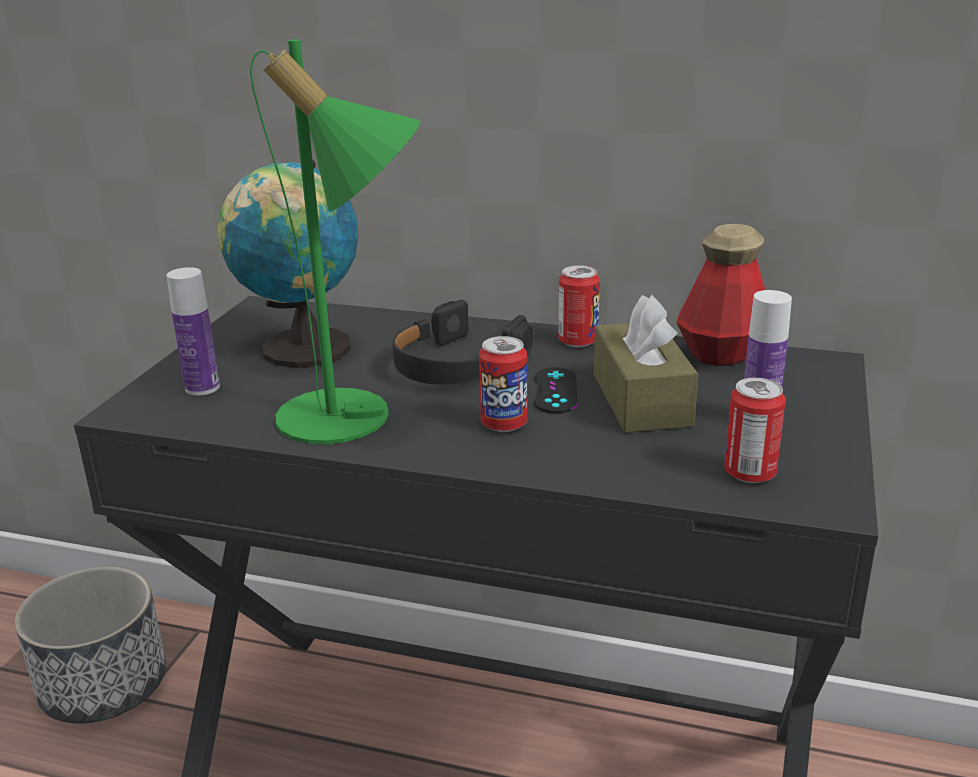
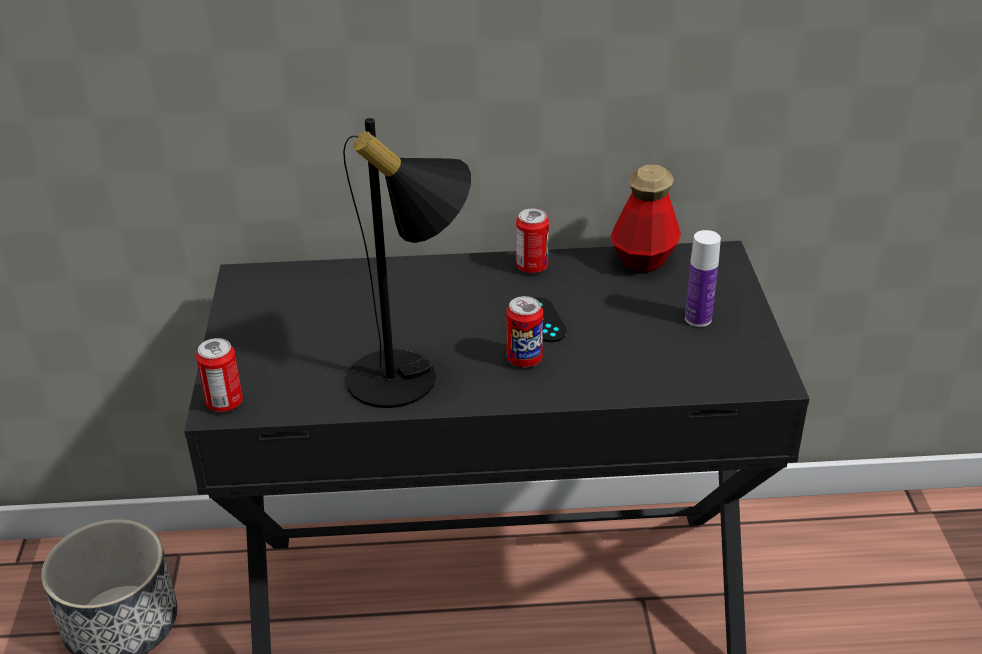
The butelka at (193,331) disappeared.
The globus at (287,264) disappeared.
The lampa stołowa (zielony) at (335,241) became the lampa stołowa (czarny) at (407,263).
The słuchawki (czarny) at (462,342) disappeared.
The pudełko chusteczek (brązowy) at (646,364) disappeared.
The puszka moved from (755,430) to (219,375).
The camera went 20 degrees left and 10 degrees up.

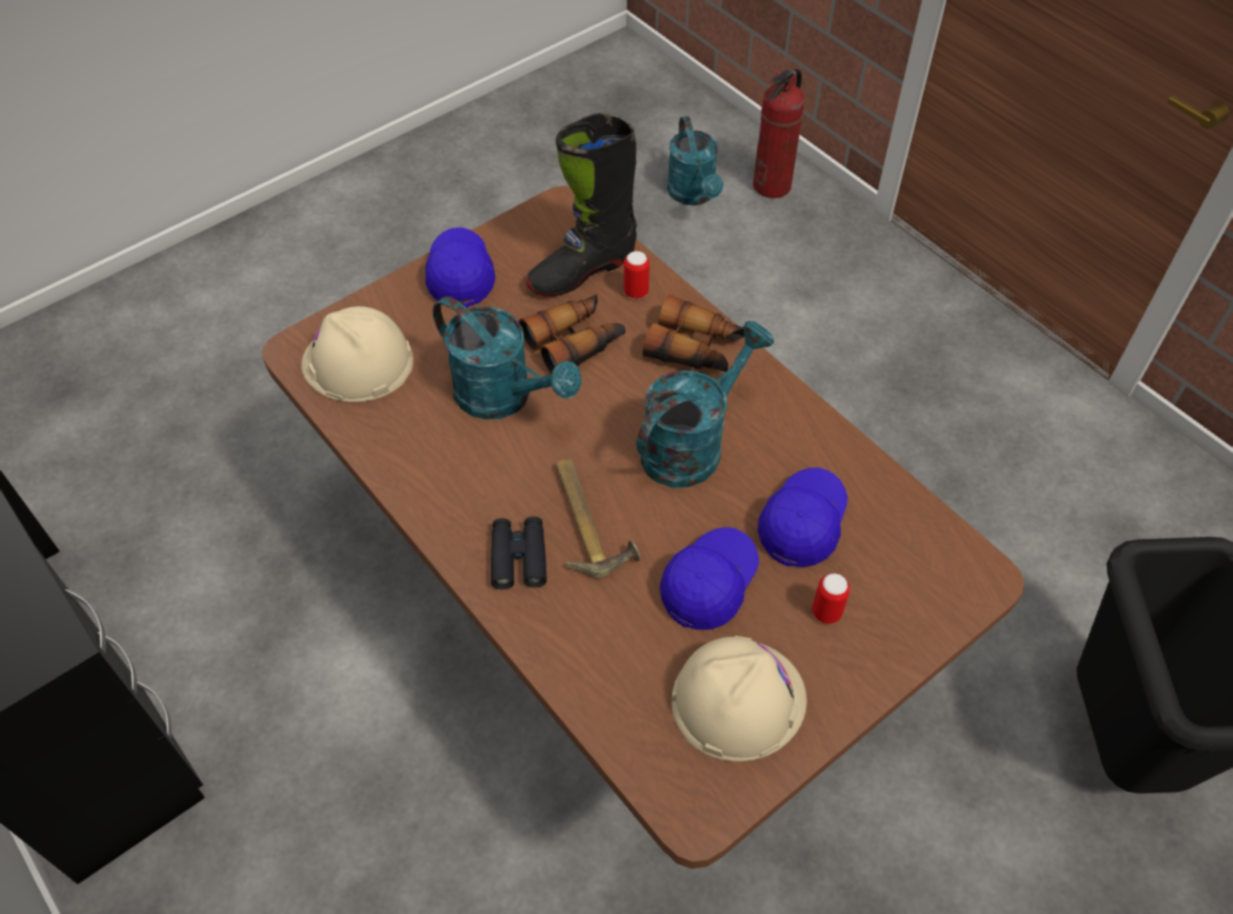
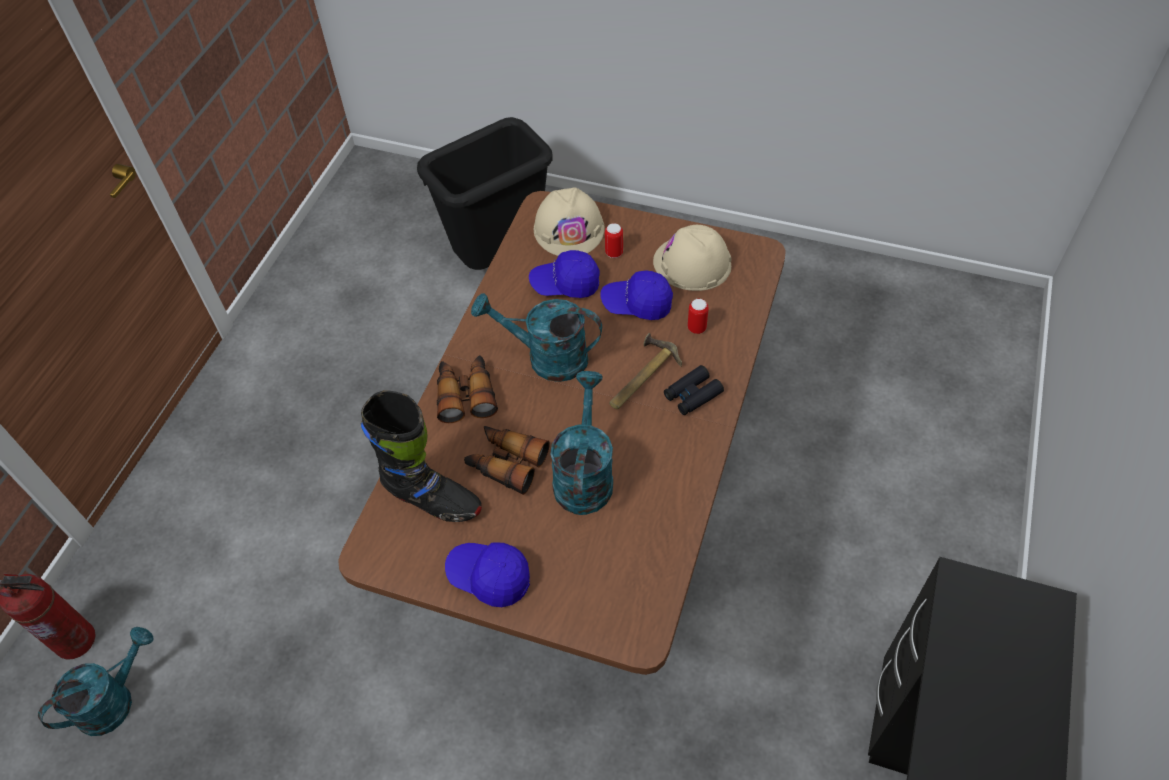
The kask (beżowy) moved from (357,354) to (569,221).
The czapka z daszkiem (niebieski) at (460,267) turned 60 degrees clockwise.
The puszka moved from (637,275) to (698,316).
The camera went 120 degrees left and 0 degrees up.

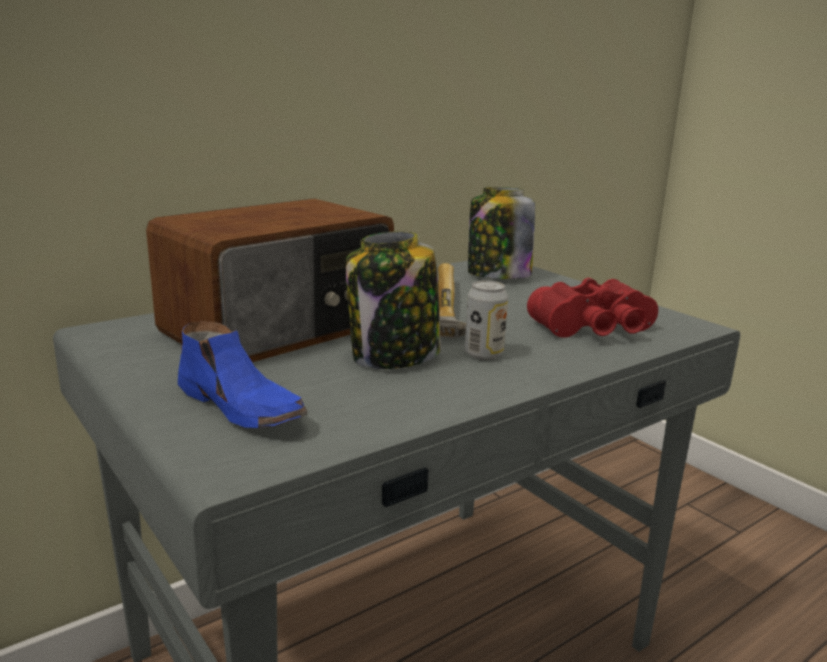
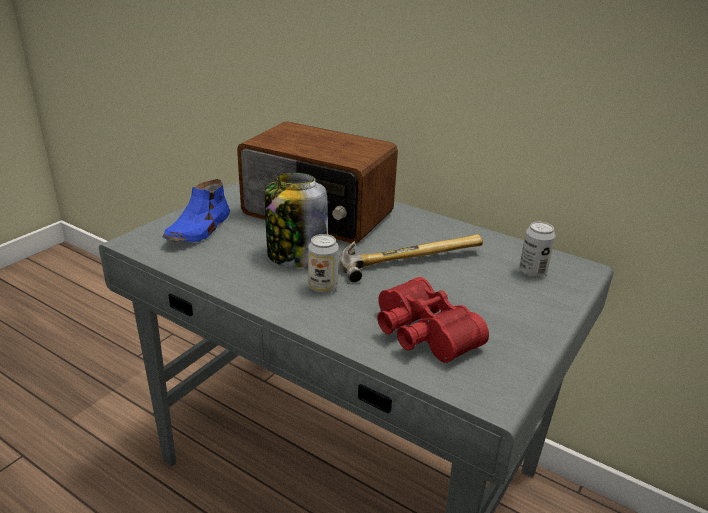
The słoik at (501,233) was replaced by the puszka at (537,250).
The camera went 70 degrees right and 10 degrees up.

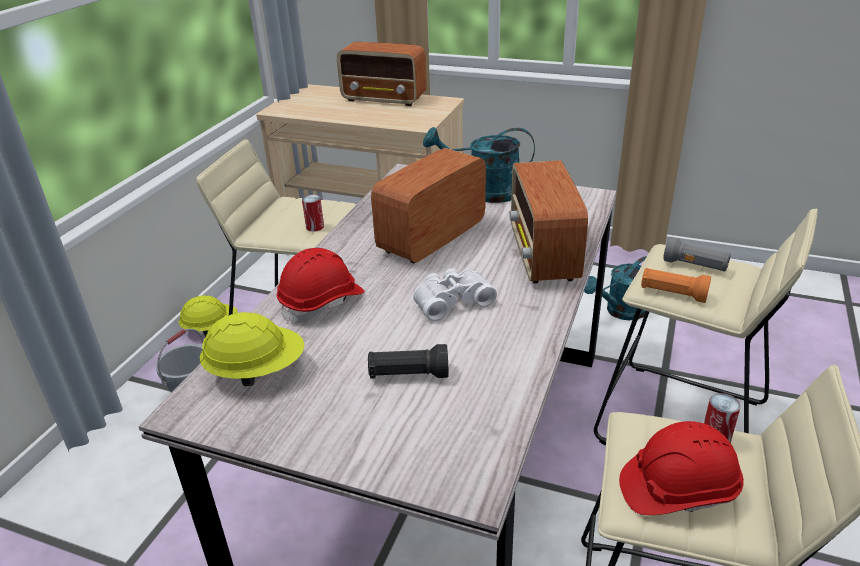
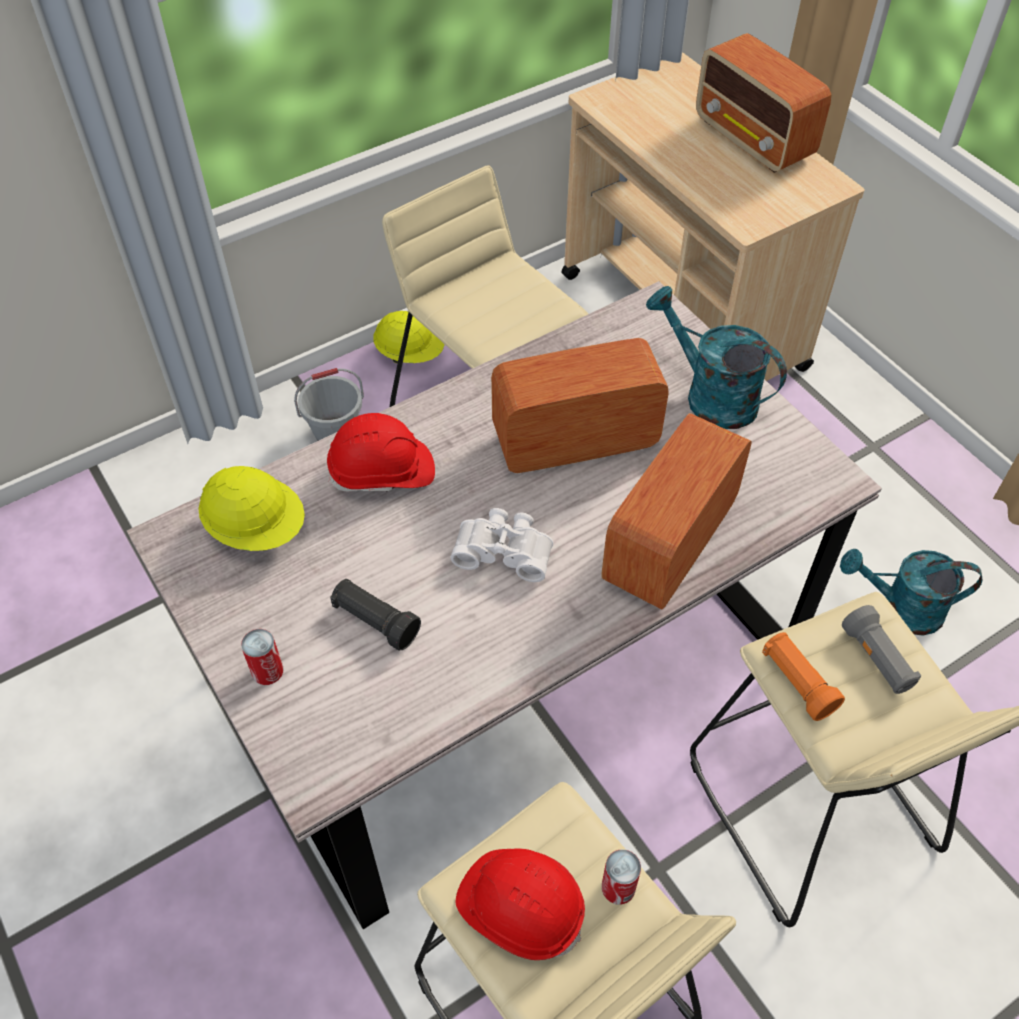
The puszka moved from (313,213) to (262,657).
The camera went 35 degrees right and 20 degrees up.

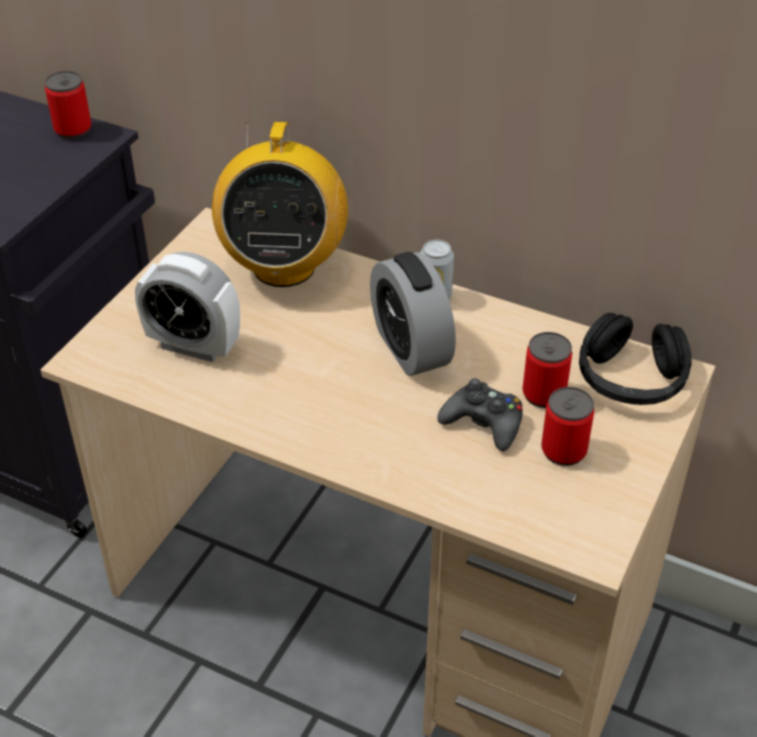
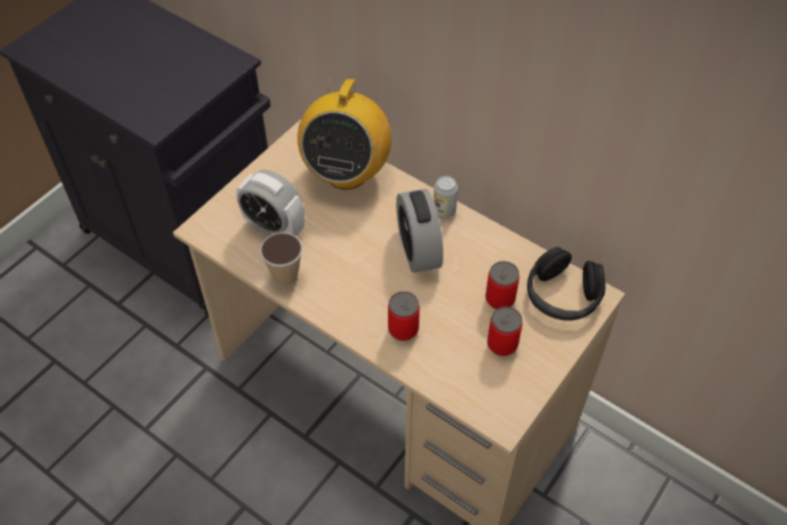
The puszka moved from (68,105) to (404,316).
The pad do gier (czarny) at (480,414) disappeared.
The filiżanka at (281,259) appeared.
The camera went 10 degrees right and 10 degrees up.

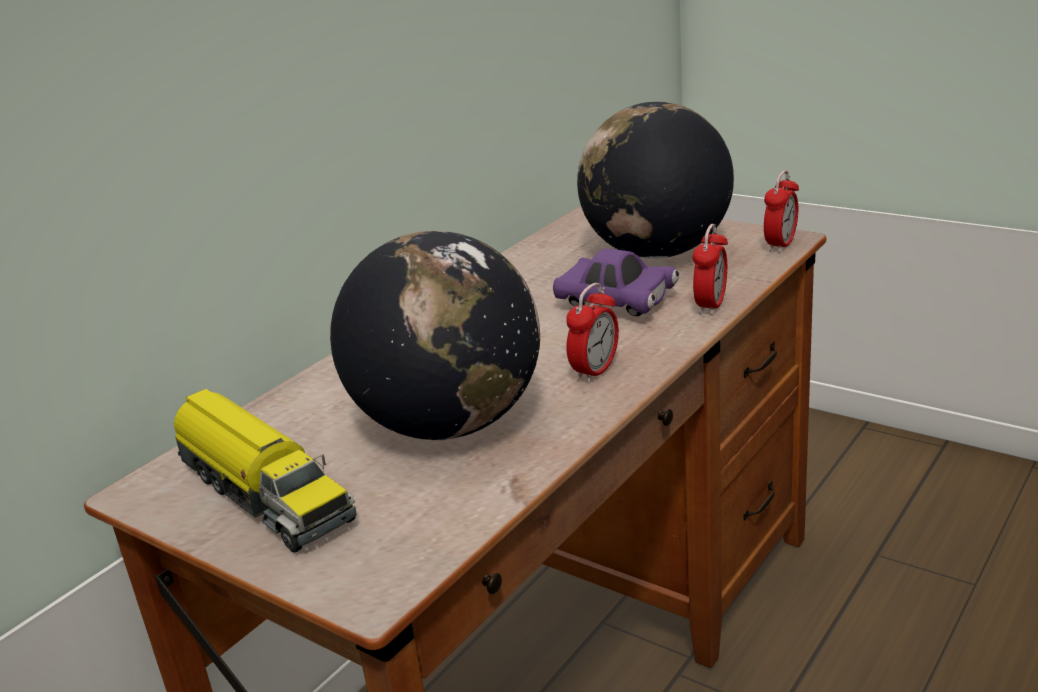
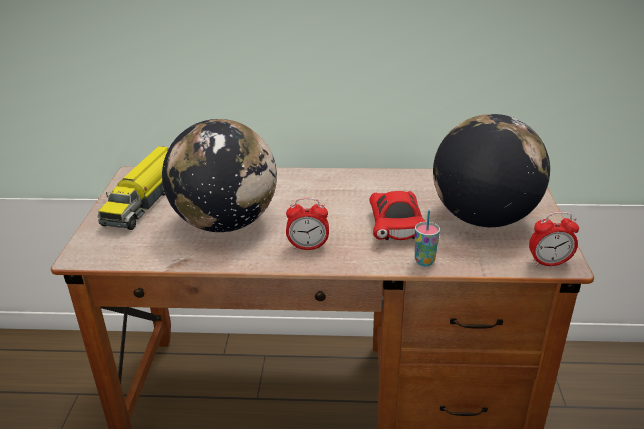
The samochodzik (fioletowy) at (616,282) became the samochodzik (czerwony) at (398,215).
The budzik at (710,269) was replaced by the filiżanka at (427,238).
The camera went 55 degrees right and 5 degrees up.

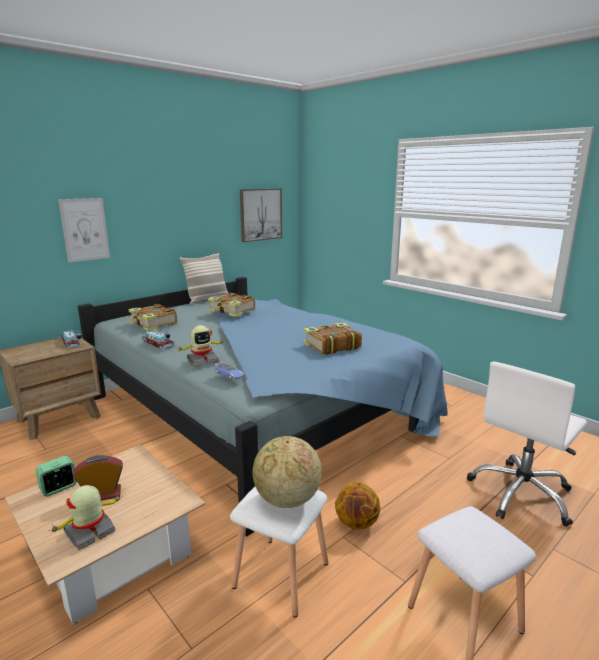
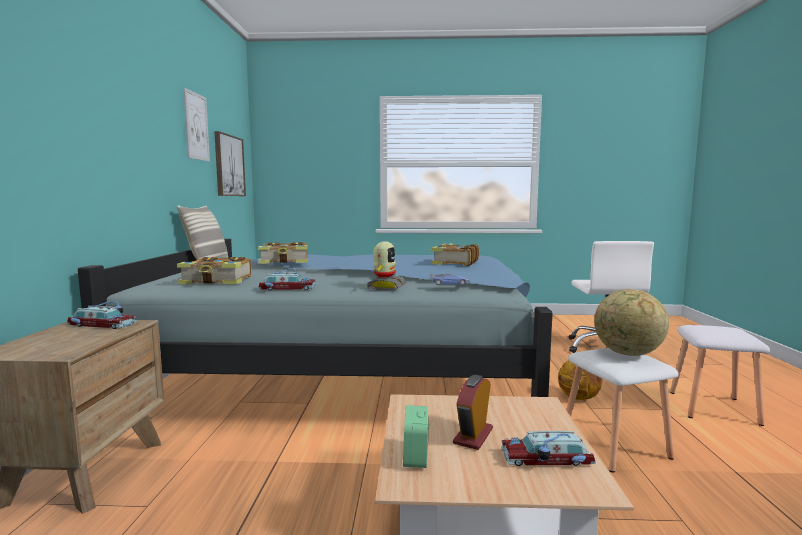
The robot zabawkowy at (85,517) was replaced by the samochodzik at (548,448).
The obraz moved from (84,230) to (196,124).
The camera went 45 degrees left and 10 degrees down.

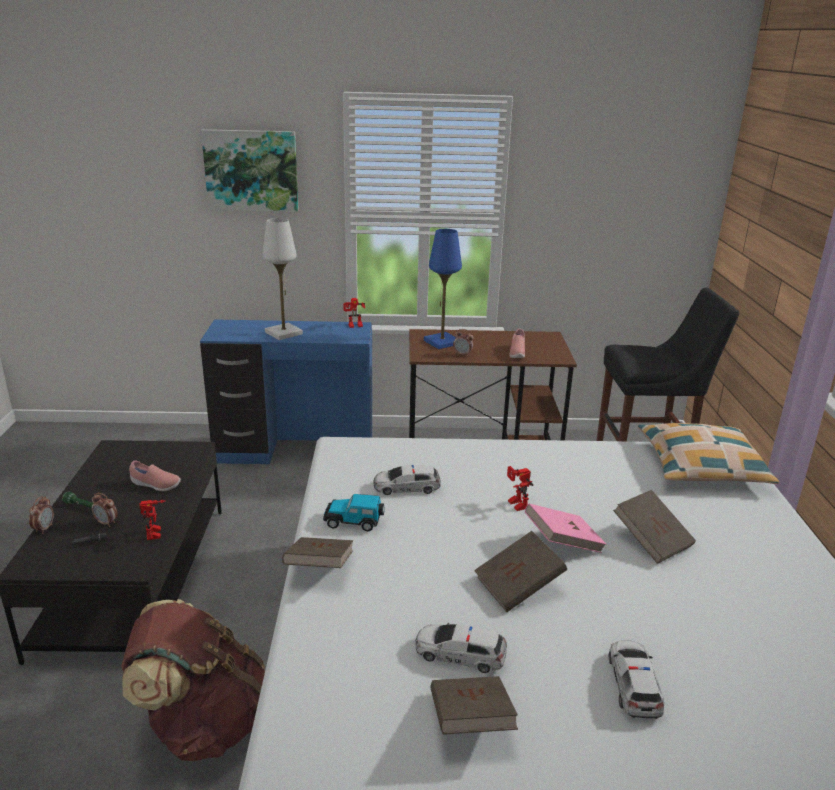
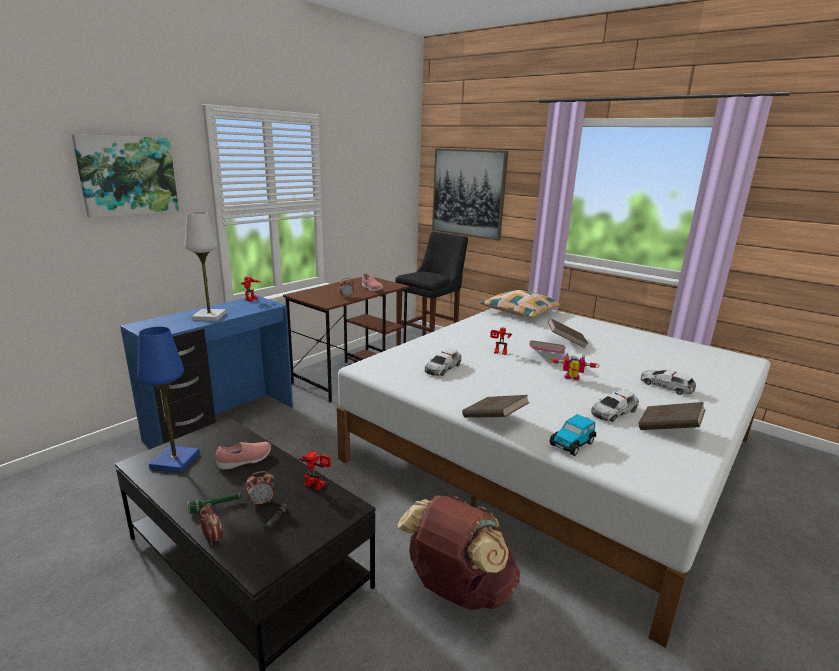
The samochodzik moved from (353,512) to (572,435).
The lampa stołowa (niebieski) moved from (443,289) to (168,399).
The książka (brązowy) at (520,571) was replaced by the robot zabawkowy at (574,366).
The obraz at (470,195) appeared.
The camera went 50 degrees left and 5 degrees down.

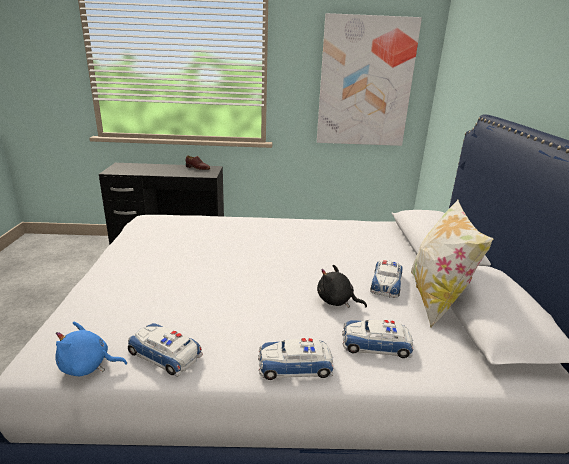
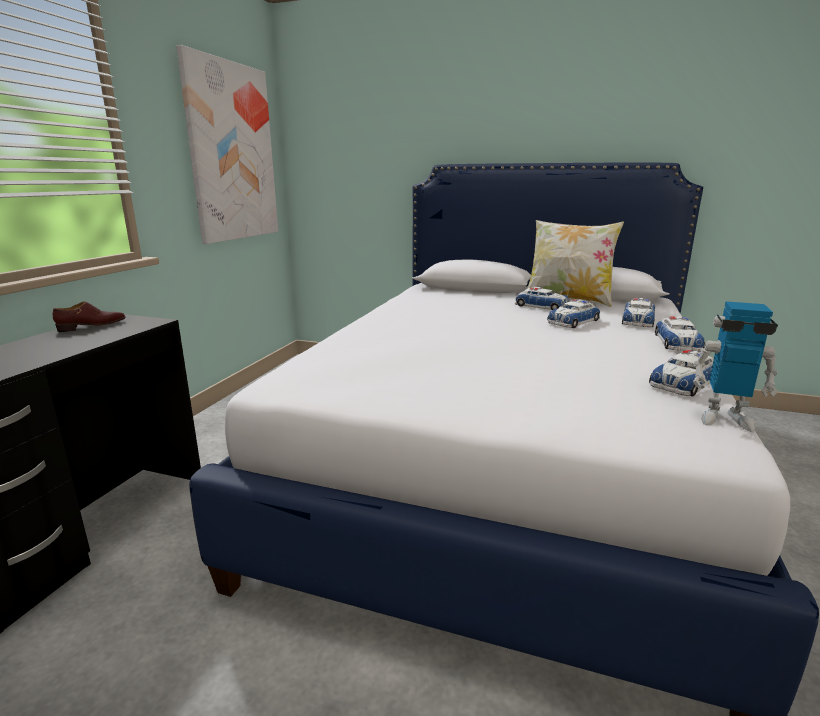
The pluszak (niebieski) at (91,348) was replaced by the robot zabawkowy at (735,366).
The pluszak (czarny) at (342,286) was replaced by the samochodzik at (573,313).
The camera went 70 degrees left and 5 degrees down.

